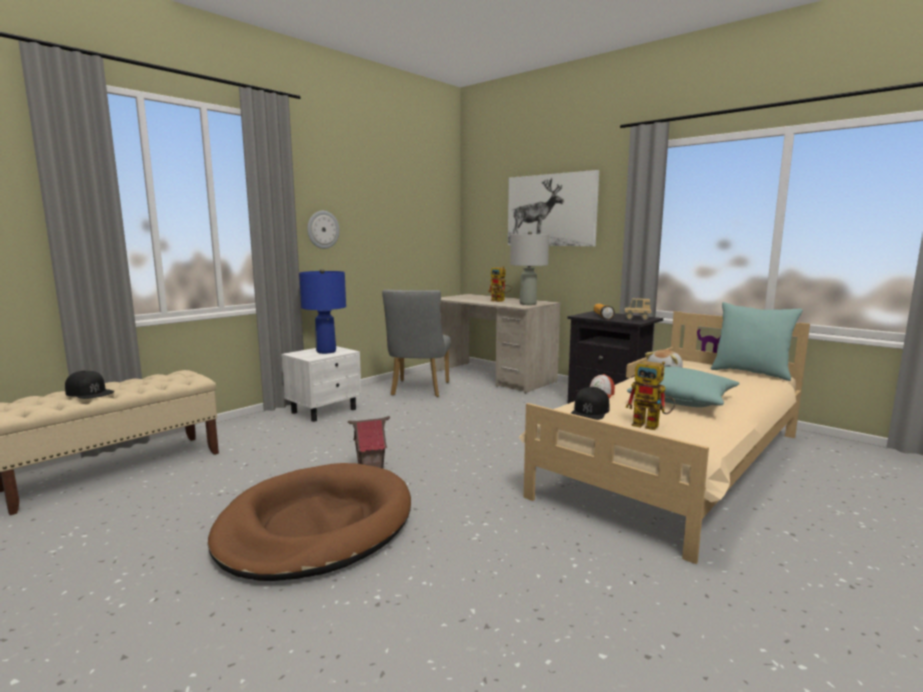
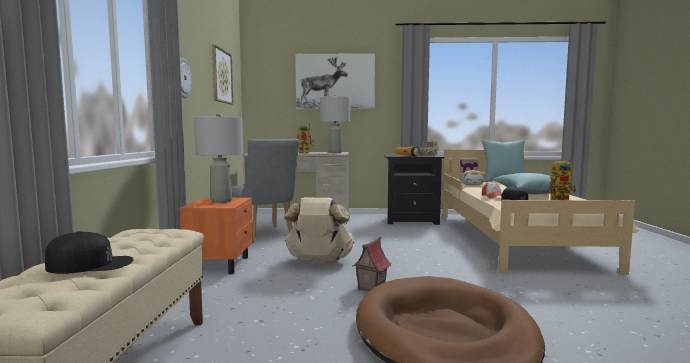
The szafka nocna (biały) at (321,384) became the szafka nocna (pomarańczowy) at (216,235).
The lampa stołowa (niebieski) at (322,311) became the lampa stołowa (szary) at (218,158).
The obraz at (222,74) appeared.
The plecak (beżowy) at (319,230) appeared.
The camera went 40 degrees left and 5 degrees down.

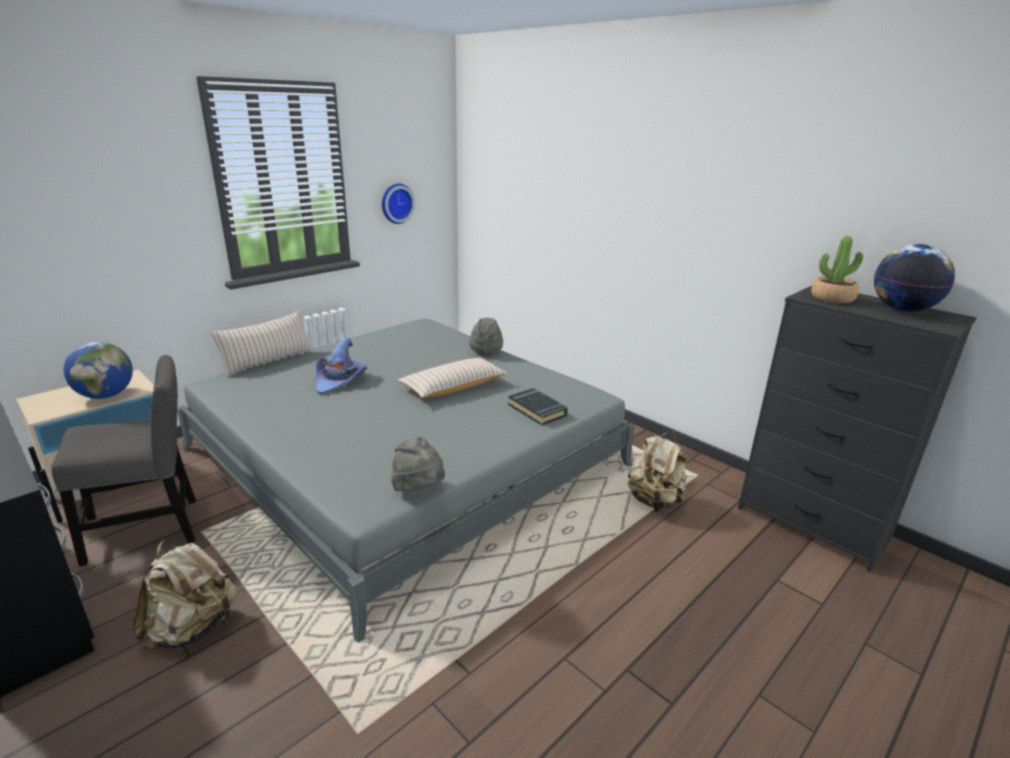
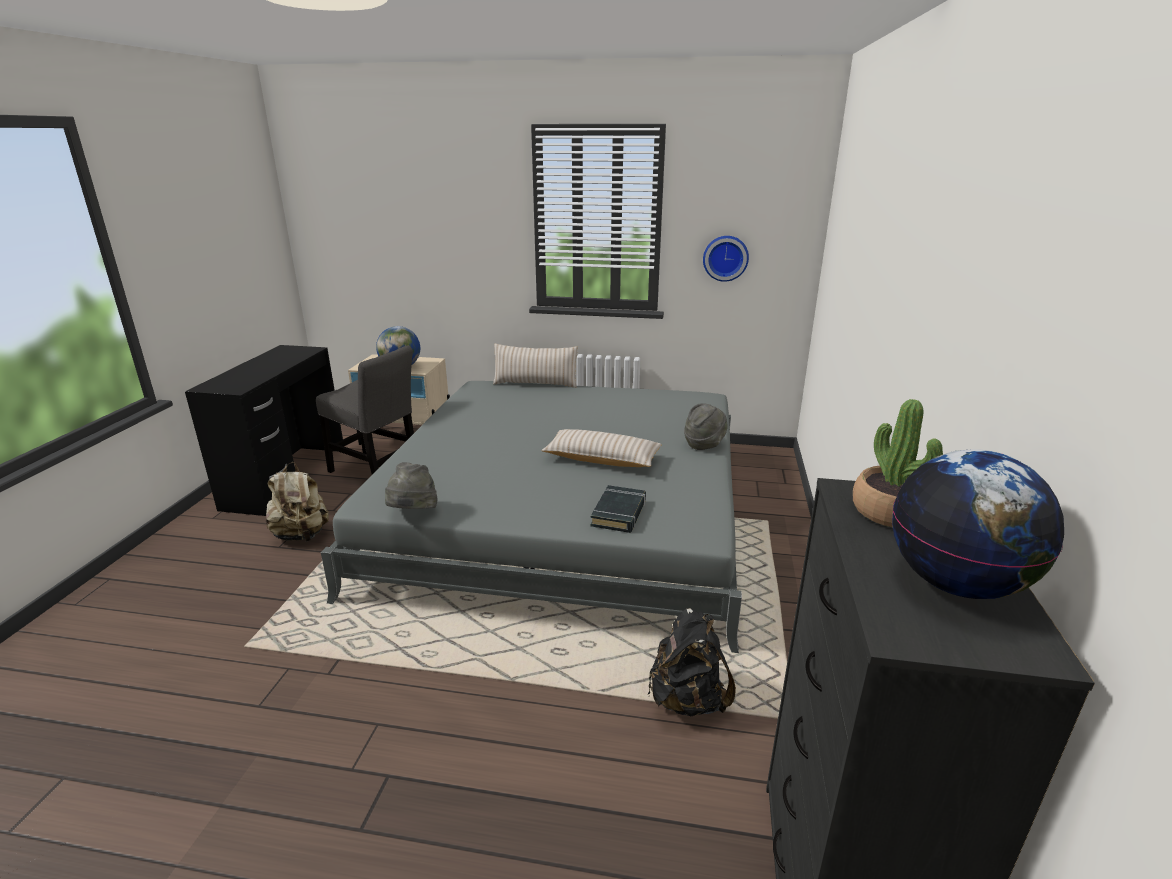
The kapelusz (fioletowy) at (341,365) disappeared.
The plecak (beżowy) at (657,471) became the plecak (czarny) at (692,662).
The camera went 55 degrees right and 0 degrees up.

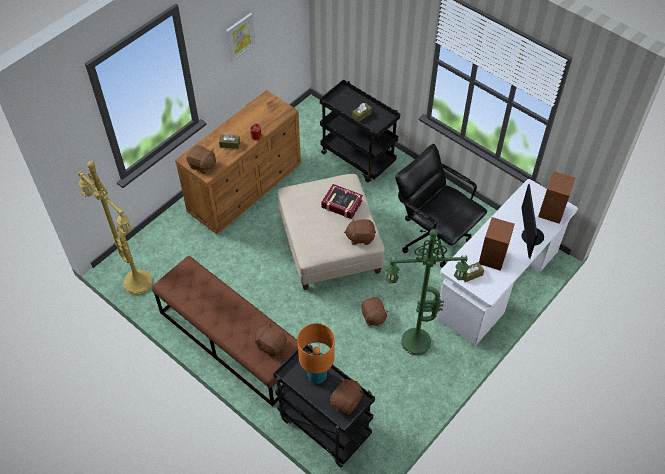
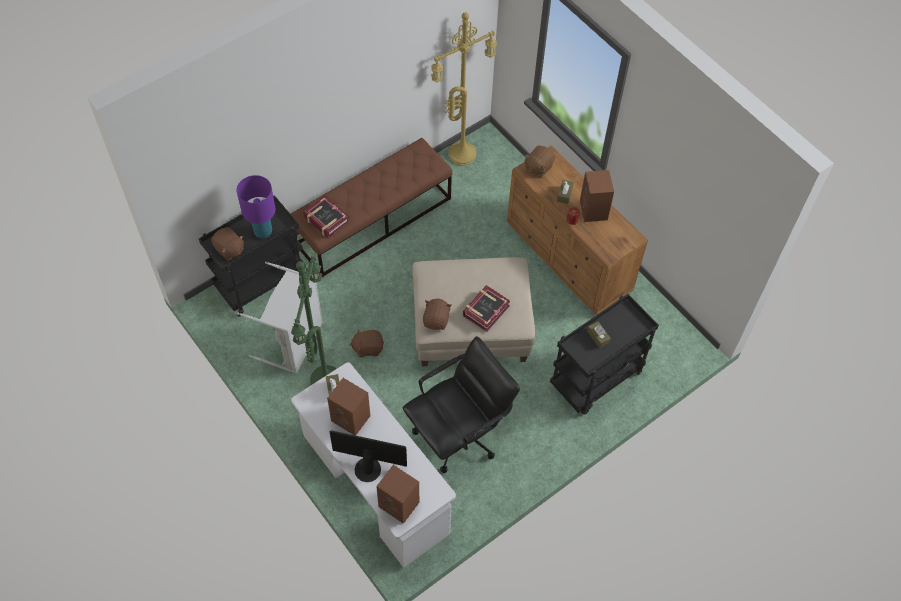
The obraz at (240,37) disappeared.
The pluszak (brązowy) at (271,339) was replaced by the książka at (326,216).
The lampa stołowa (pomarańczowy) at (316,353) became the lampa stołowa (fioletowy) at (255,206).
The kosz na pranie (szary) at (280,318) appeared.
The głośnik (brązowy) at (597,196) appeared.
The camera went 100 degrees right and 5 degrees up.

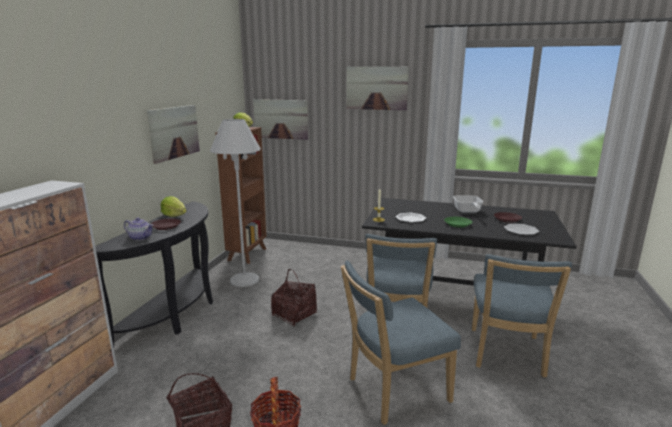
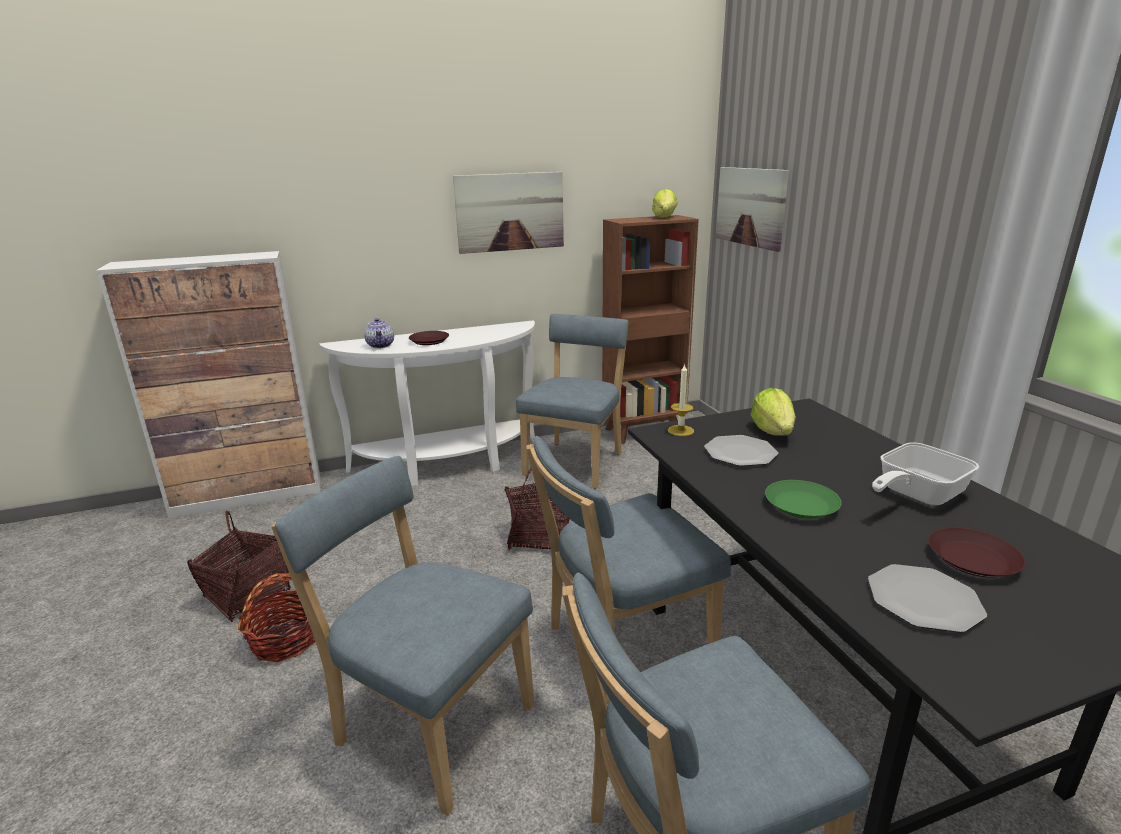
The stolik konsolowy (czarny) at (154,274) became the stolik konsolowy (biały) at (427,403).
The sałata moved from (173,206) to (773,412).
The lampa stojąca (biały) at (235,203) was replaced by the krzesło (niebieski) at (572,401).
The obraz at (377,88) disappeared.
The camera went 55 degrees right and 5 degrees up.

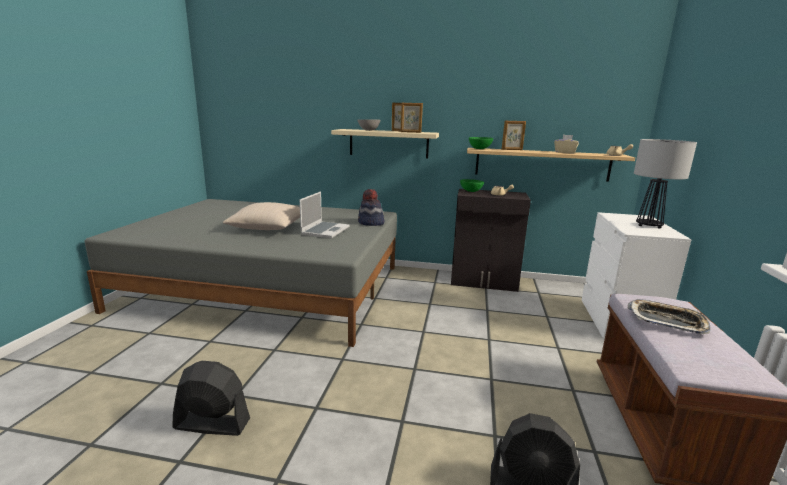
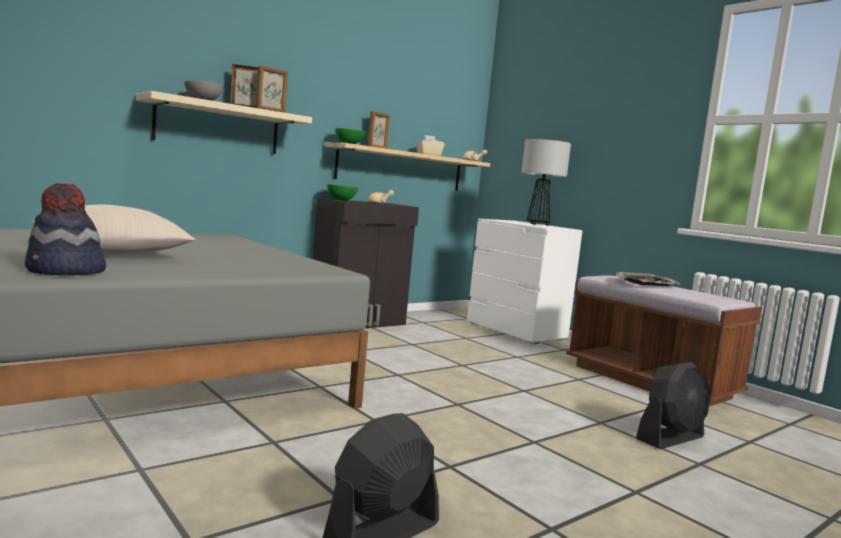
The laptop at (325,215) disappeared.
The kapelusz moved from (371,207) to (65,229).
The camera went 50 degrees left and 10 degrees down.

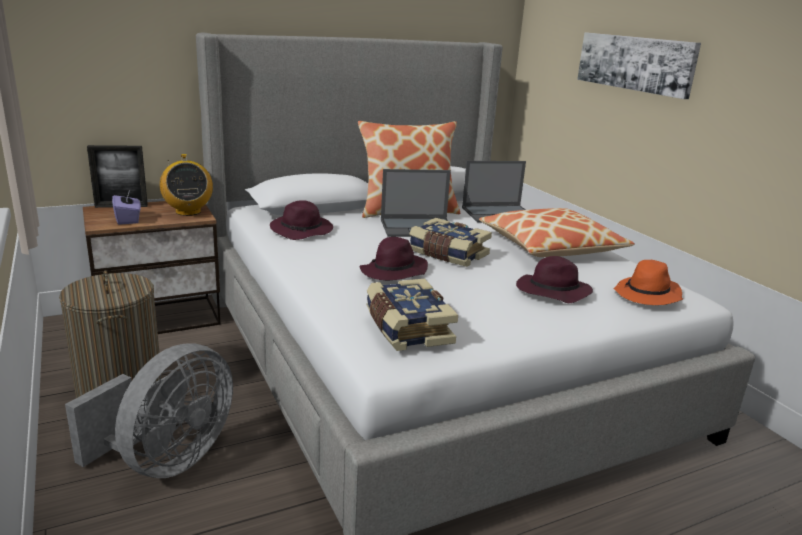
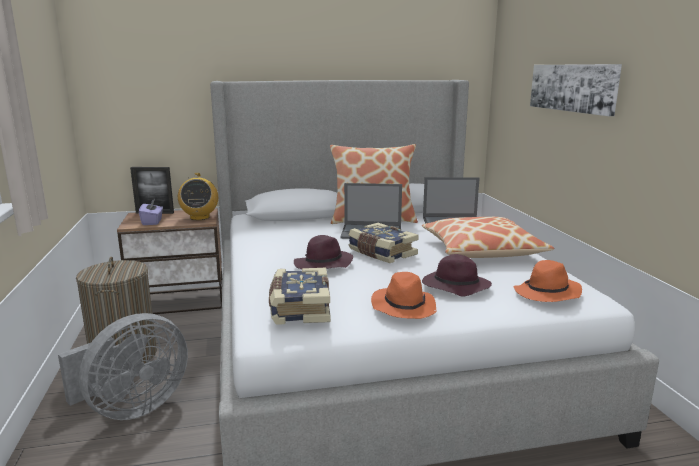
The kapelusz (fioletowy) at (301,220) disappeared.
The kapelusz (pomarańczowy) at (403,295) appeared.
The camera went 15 degrees right and 5 degrees down.

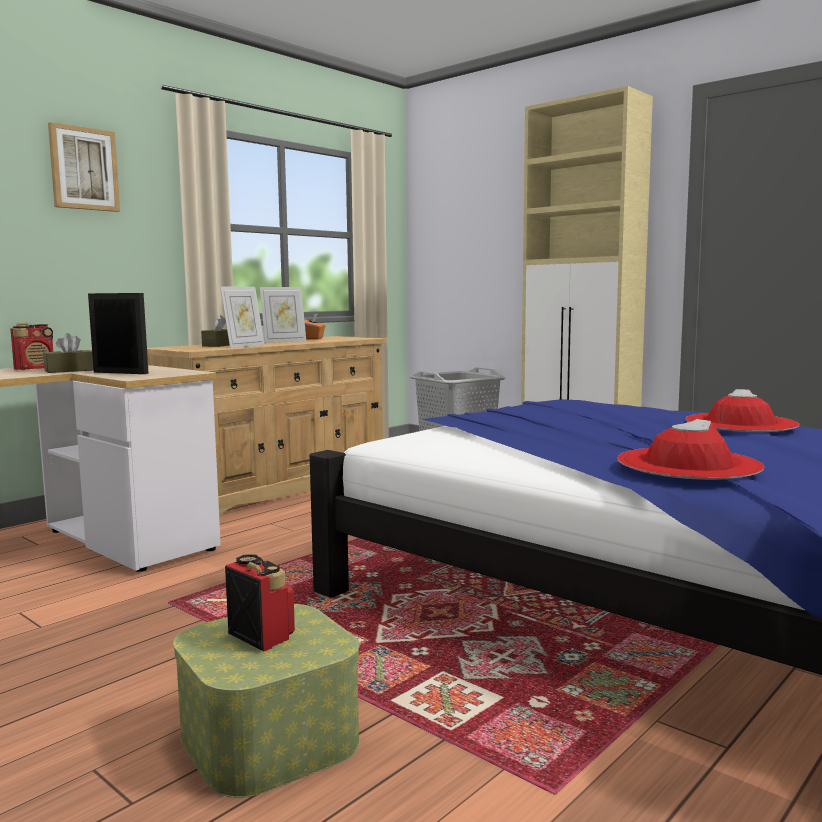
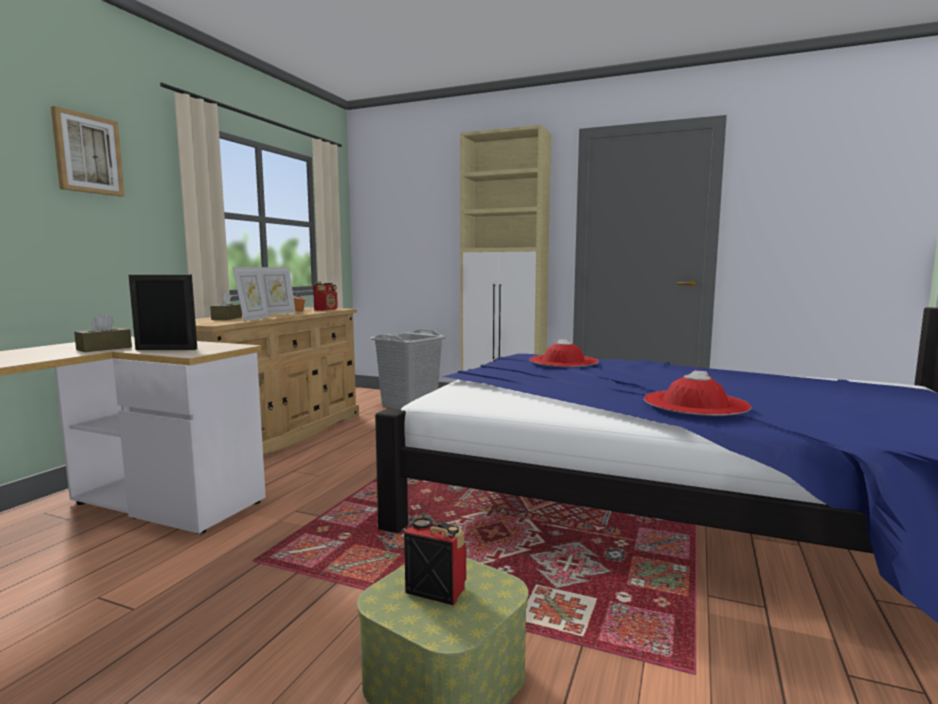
The radio moved from (31,346) to (325,296).
The kapelusz (czerwony) moved from (742,410) to (564,353).
The camera went 20 degrees left and 0 degrees up.

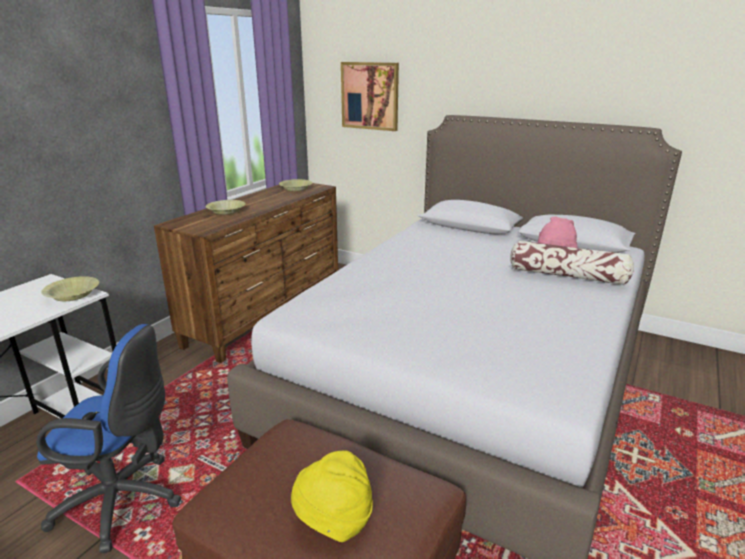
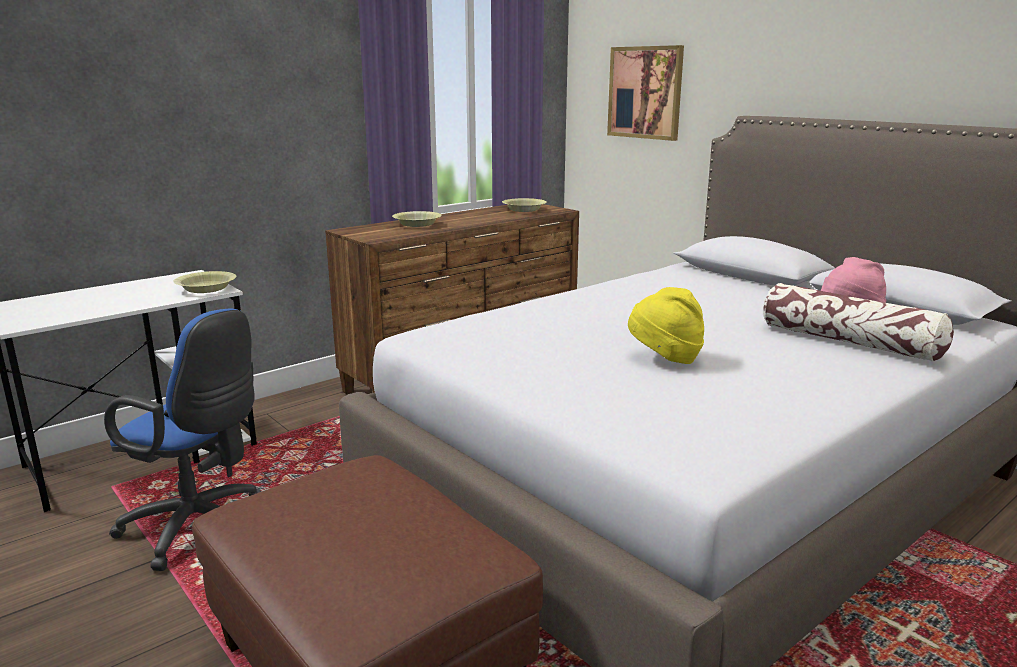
The kapelusz (żółty) moved from (332,496) to (666,325).
The camera went 20 degrees right and 5 degrees down.

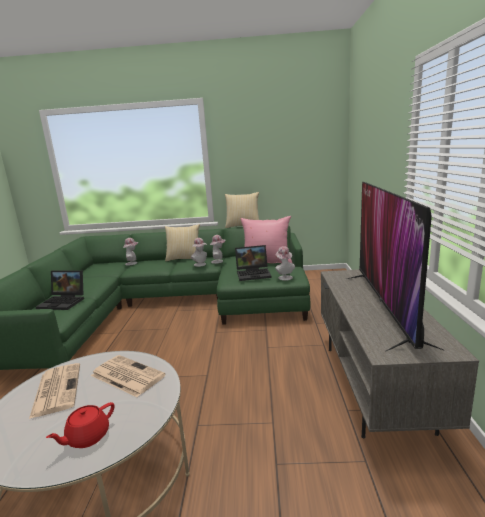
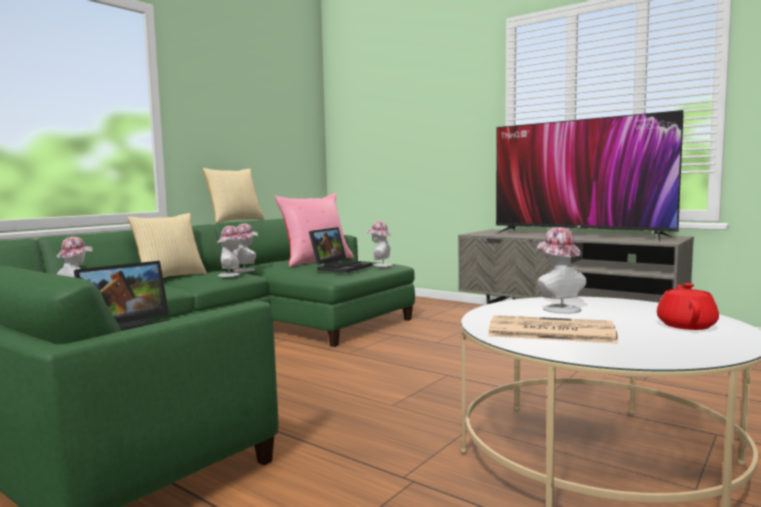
The imbryk (czerwony) at (80,425) turned 150 degrees counterclockwise.
The gazeta at (128,376) was replaced by the kapelusz at (561,270).
The camera went 55 degrees left and 10 degrees down.

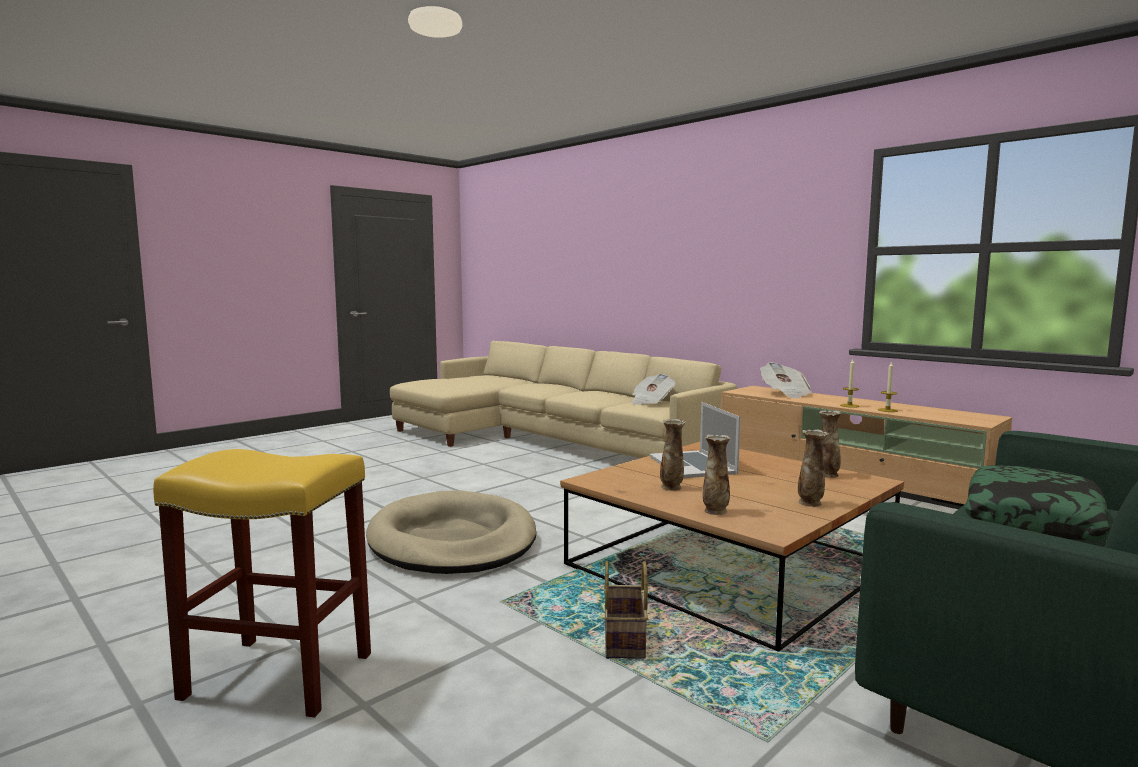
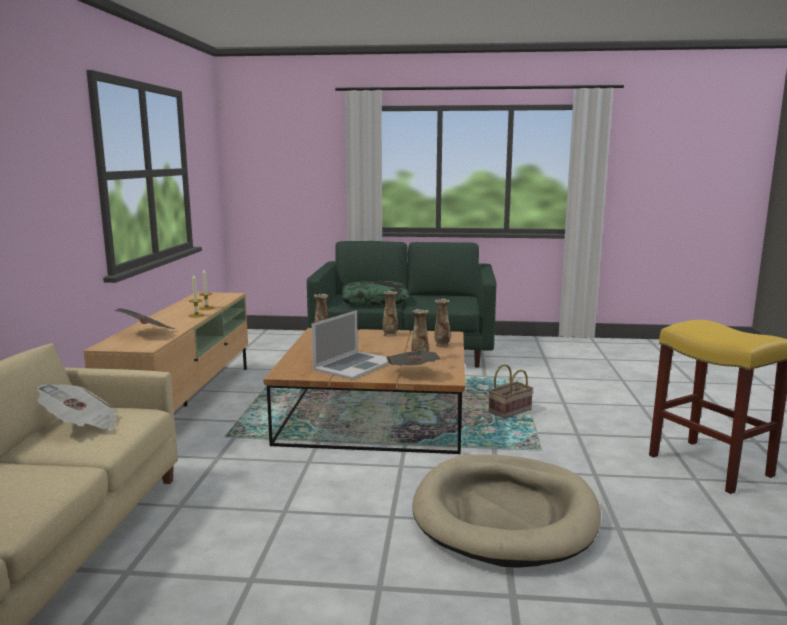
The gazeta at (413,358) appeared.
The camera went 130 degrees left and 5 degrees up.

